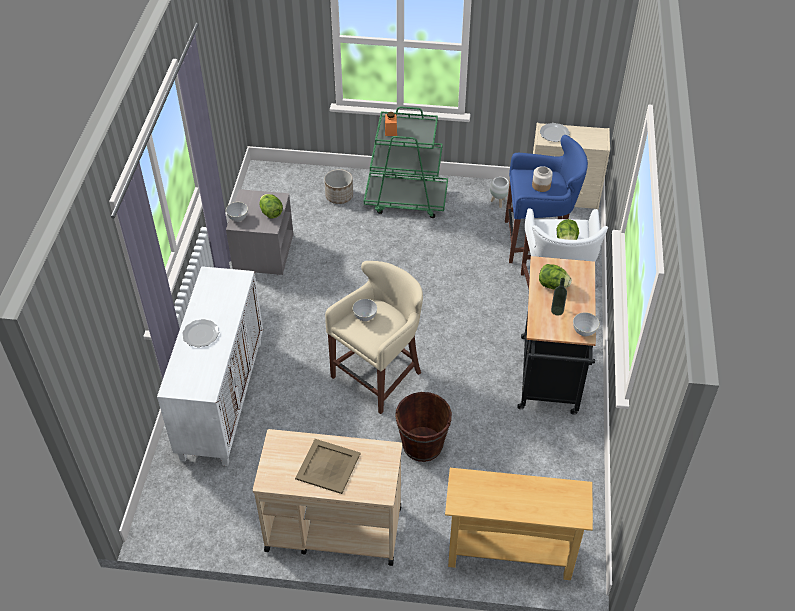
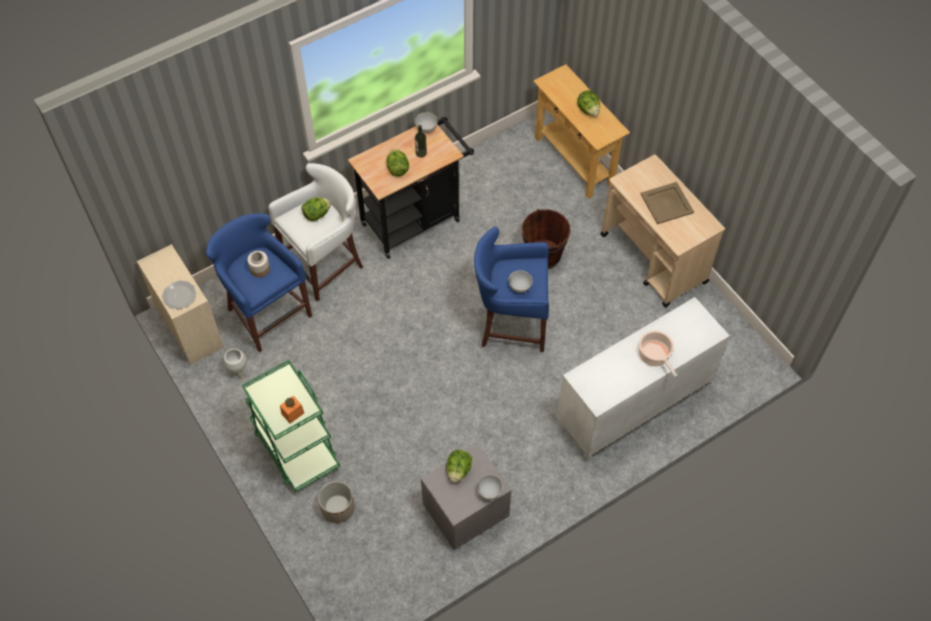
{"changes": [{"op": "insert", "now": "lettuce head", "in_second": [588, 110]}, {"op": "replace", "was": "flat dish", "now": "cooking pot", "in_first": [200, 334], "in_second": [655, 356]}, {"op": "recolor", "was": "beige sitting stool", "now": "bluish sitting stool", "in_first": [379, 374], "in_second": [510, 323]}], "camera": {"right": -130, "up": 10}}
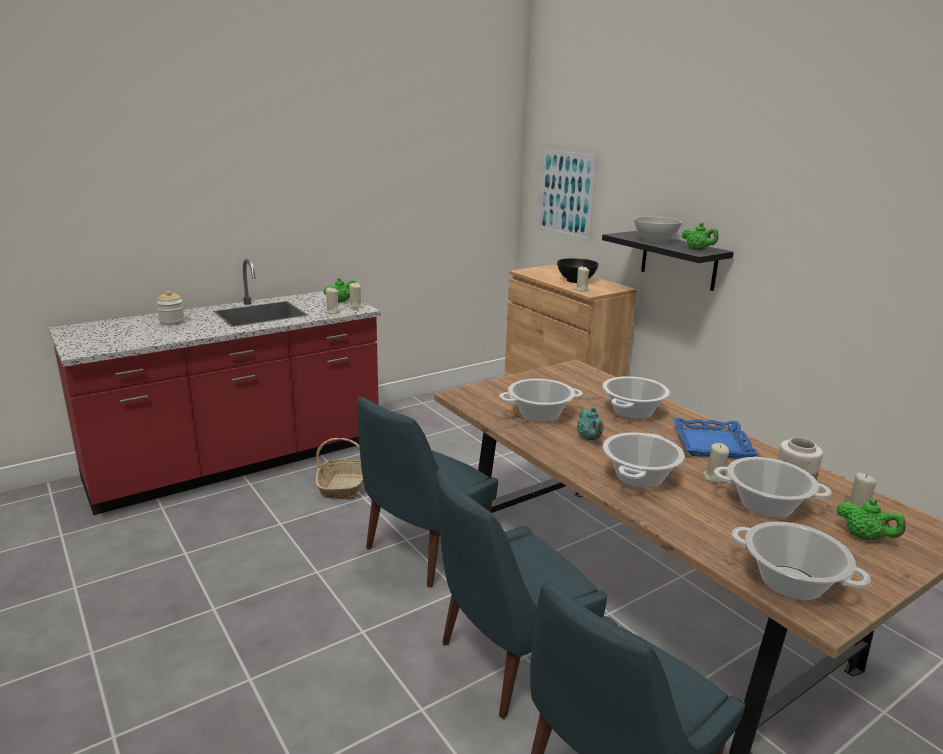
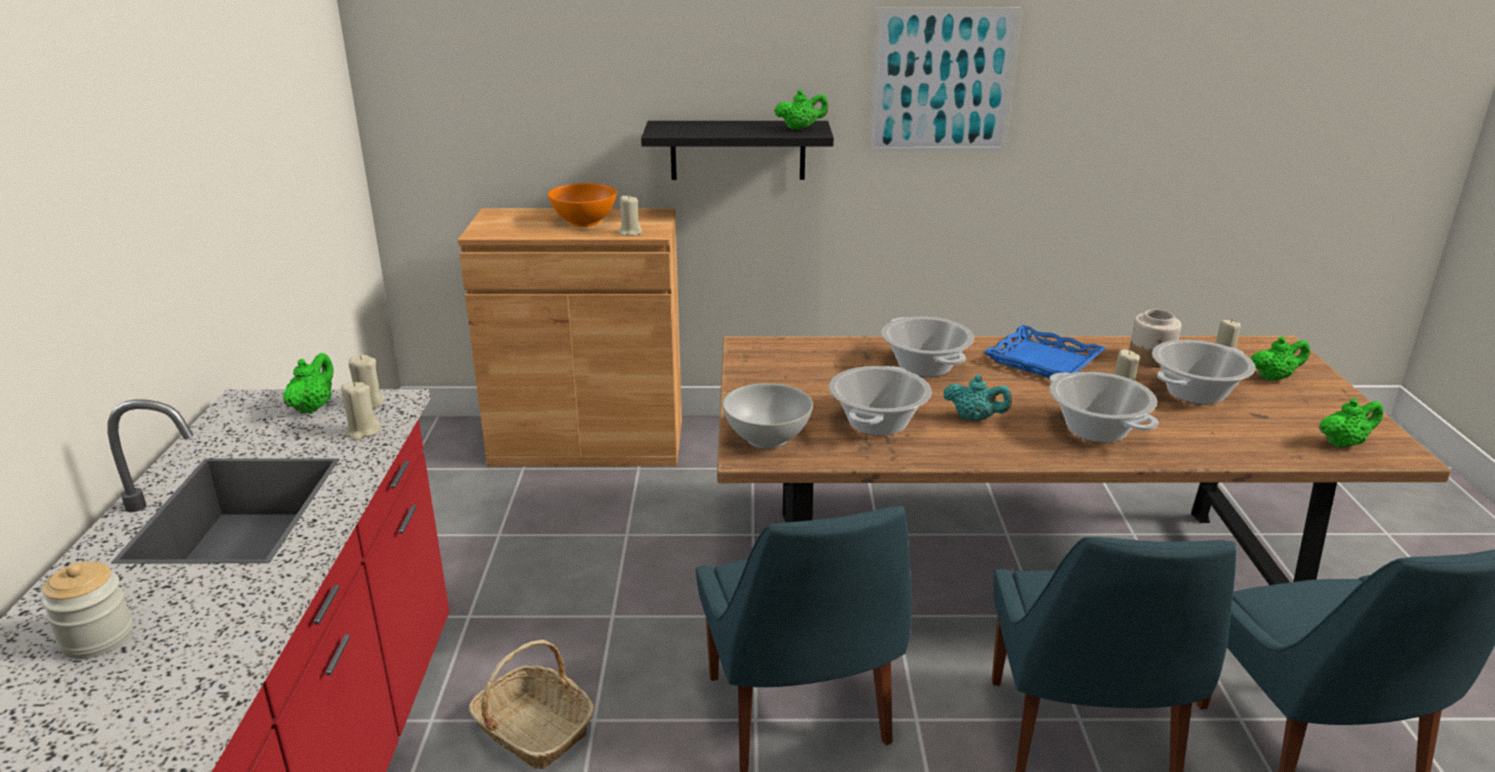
{"changes": [{"op": "move", "was": "wall art", "in_first": [565, 194], "in_second": [942, 81]}, {"op": "move", "was": "whitish serving bowl", "in_first": [655, 240], "in_second": [766, 439]}, {"op": "replace", "was": "cooking pot", "now": "green-coloured pot for tea", "in_first": [791, 582], "in_second": [1343, 443]}, {"op": "recolor", "was": "blackish serving bowl", "now": "orange-coloured serving bowl", "in_first": [576, 280], "in_second": [585, 222]}], "camera": {"right": -55, "up": 5}}
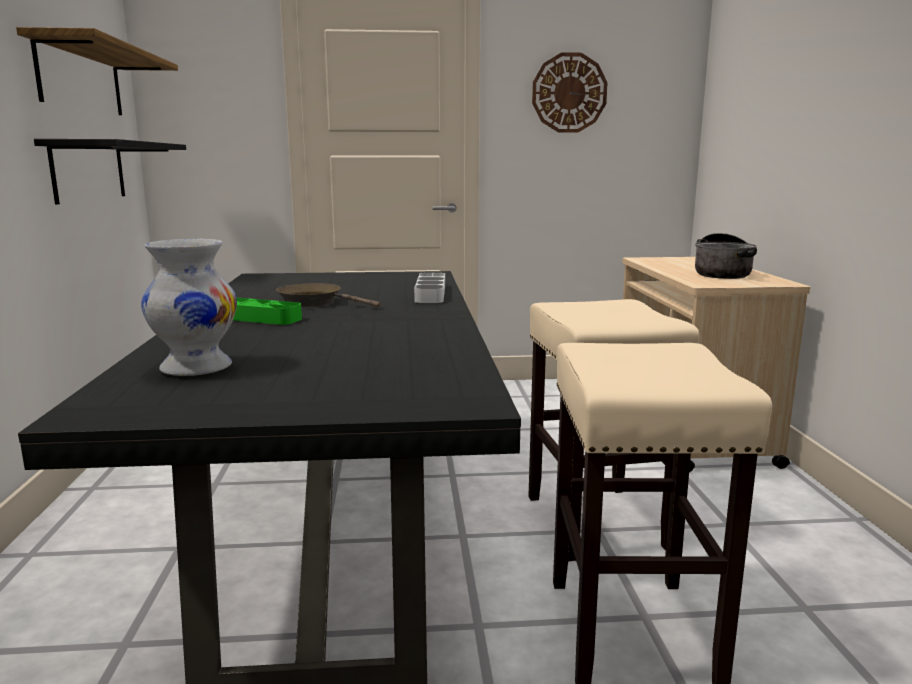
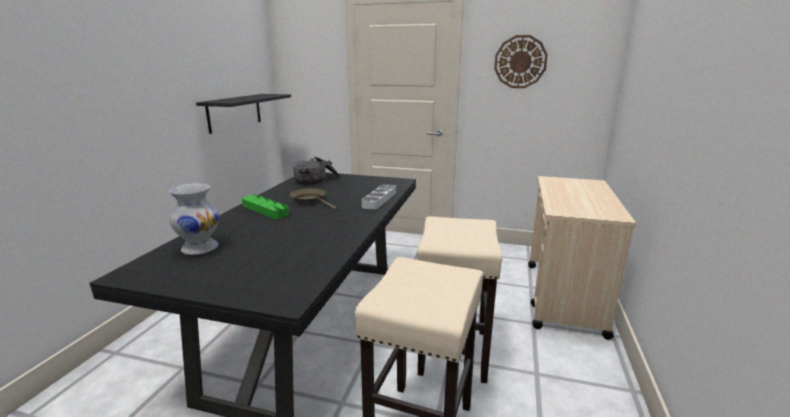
{"changes": [{"op": "delete", "was": "shelf", "in_first": [81, 79]}, {"op": "move", "was": "cooking pot", "in_first": [723, 273], "in_second": [316, 179]}], "camera": {"right": 20, "up": 5}}
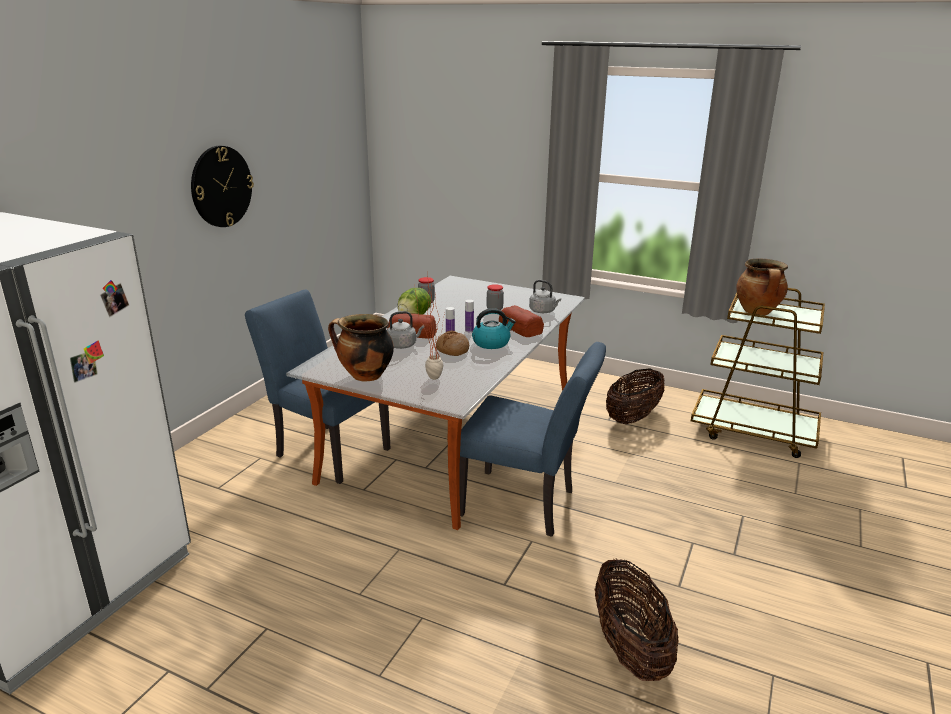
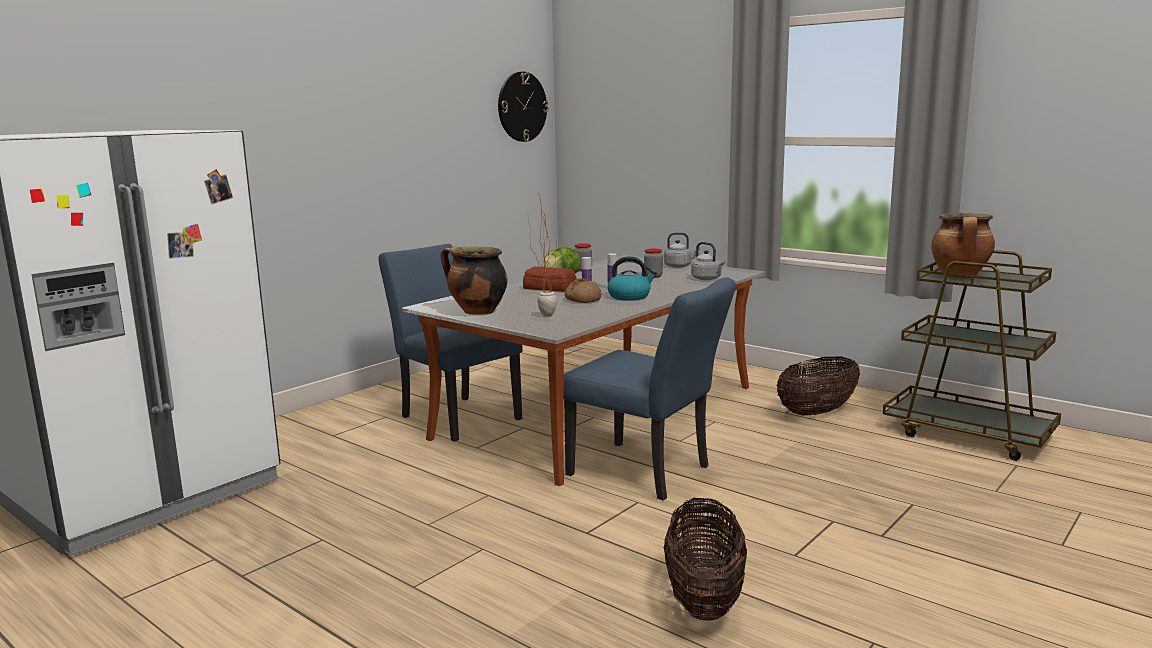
{"changes": [{"op": "delete", "was": "bakery bread", "in_first": [520, 328]}, {"op": "move", "was": "wall clock", "in_first": [221, 186], "in_second": [522, 107]}, {"op": "move", "was": "gray tea kettle", "in_first": [403, 345], "in_second": [679, 266]}], "camera": {"right": 15, "up": -10}}
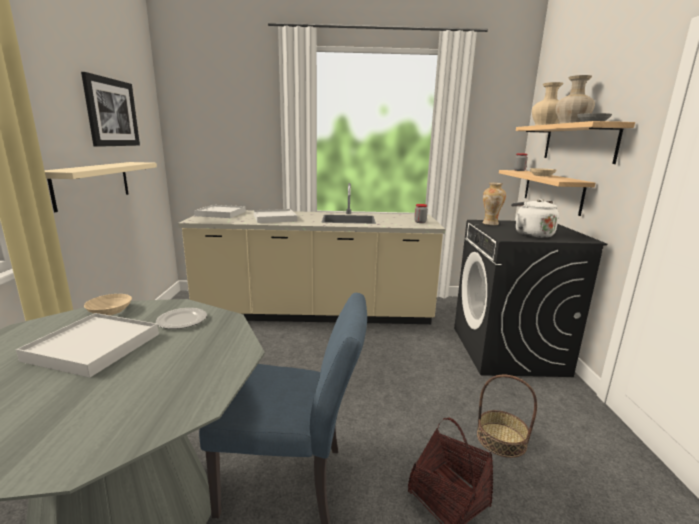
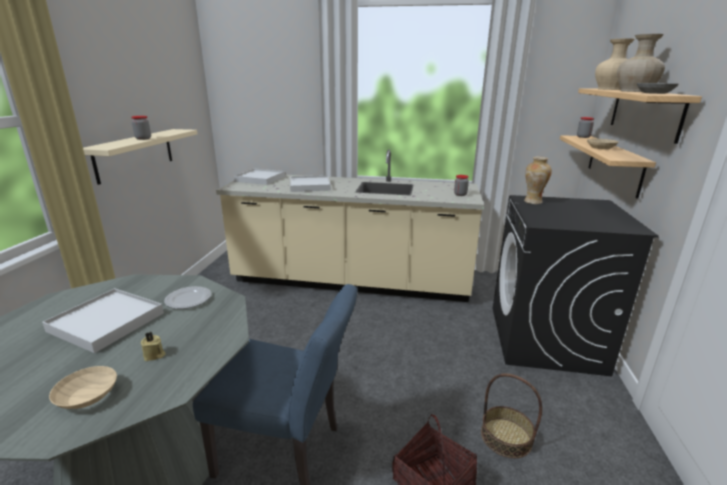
{"changes": [{"op": "delete", "was": "wall art", "in_first": [111, 112]}, {"op": "delete", "was": "whitish tea kettle", "in_first": [531, 234]}, {"op": "insert", "now": "jar", "in_second": [143, 138]}, {"op": "insert", "now": "beige candle", "in_second": [154, 355]}, {"op": "move", "was": "beige serving bowl", "in_first": [108, 311], "in_second": [86, 396]}], "camera": {"right": 10, "up": 5}}
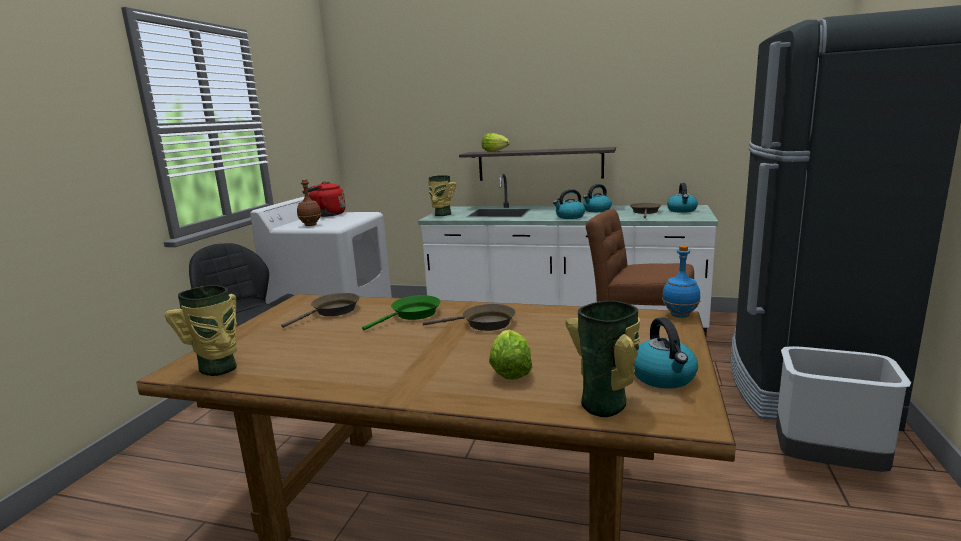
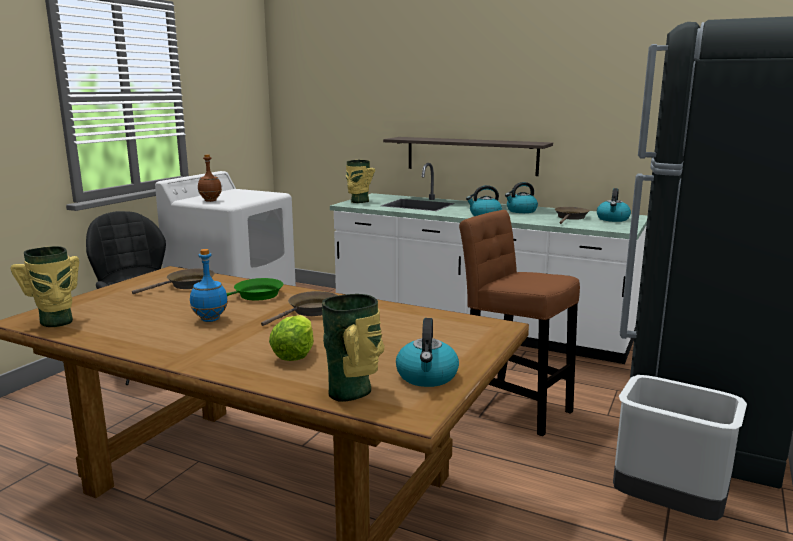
{"changes": [{"op": "delete", "was": "reddish tea kettle", "in_first": [326, 215]}, {"op": "delete", "was": "lettuce head", "in_first": [495, 151]}, {"op": "move", "was": "bluish drink bottle", "in_first": [679, 315], "in_second": [210, 319]}, {"op": "rotate", "was": "brown skillet", "in_first": [484, 324], "in_second": [311, 311], "clockwise": -60}], "camera": {"right": 10, "up": 0}}
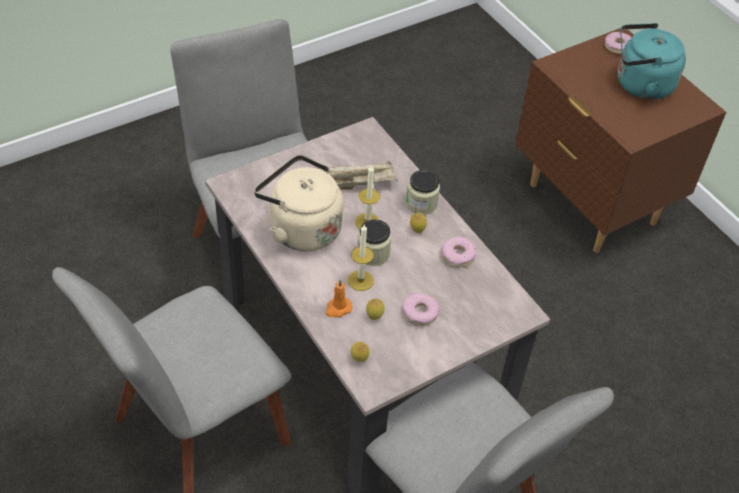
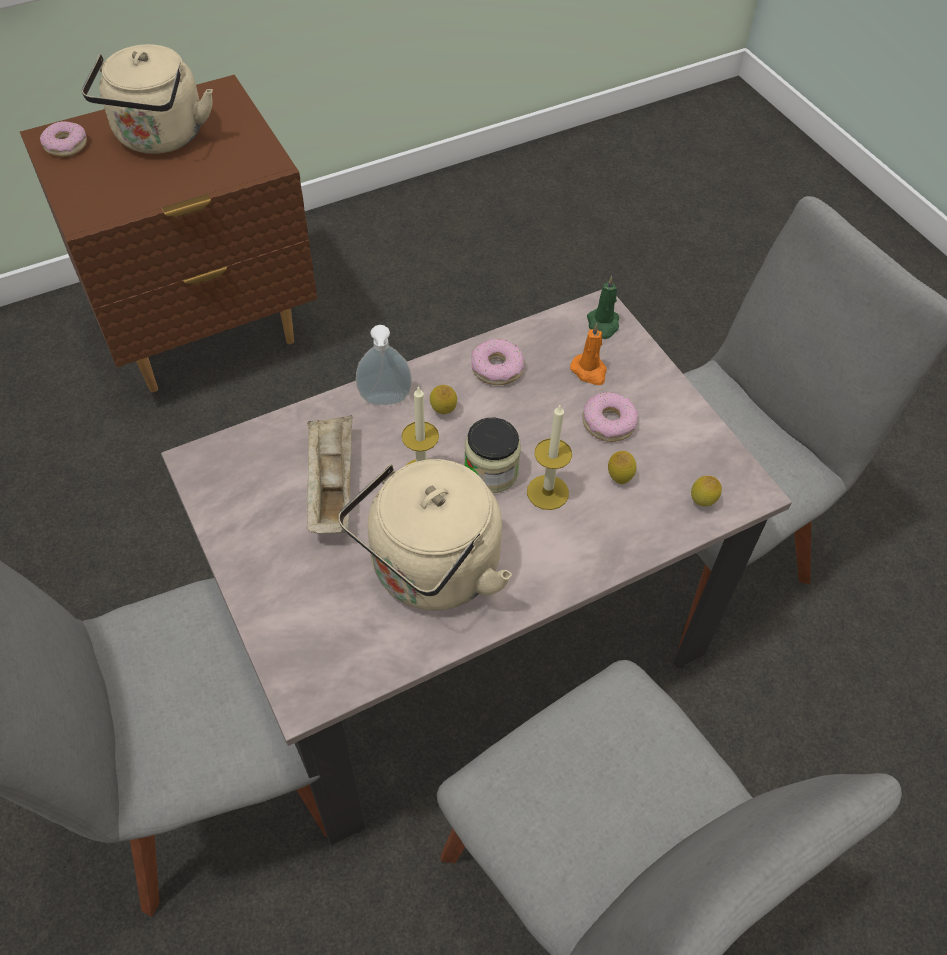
{"changes": [{"op": "insert", "now": "green-coloured candle", "in_second": [603, 325]}, {"op": "move", "was": "orange-coloured candle", "in_first": [338, 308], "in_second": [589, 371]}, {"op": "replace", "was": "jar", "now": "soap dispenser", "in_first": [421, 203], "in_second": [385, 401]}, {"op": "recolor", "was": "turquoise tea kettle", "now": "beige tea kettle", "in_first": [640, 85], "in_second": [159, 138]}], "camera": {"right": -85, "up": 5}}
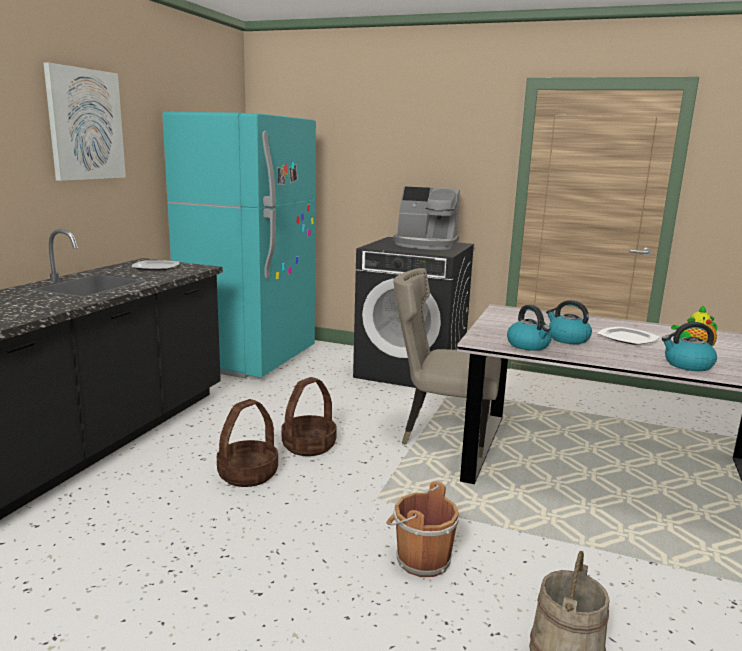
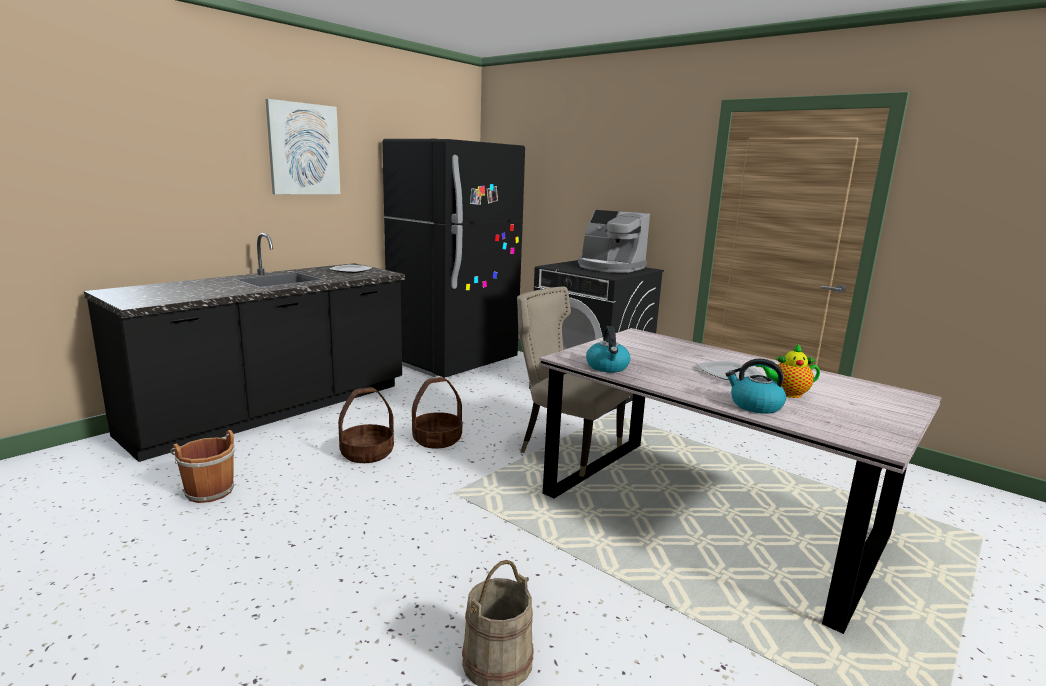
{"changes": [{"op": "delete", "was": "tea kettle", "in_first": [567, 339]}, {"op": "move", "was": "brown water bucket", "in_first": [420, 560], "in_second": [208, 491]}, {"op": "recolor", "was": "turquoise fridge", "now": "blackish fridge", "in_first": [250, 358], "in_second": [454, 361]}], "camera": {"right": 20, "up": 0}}
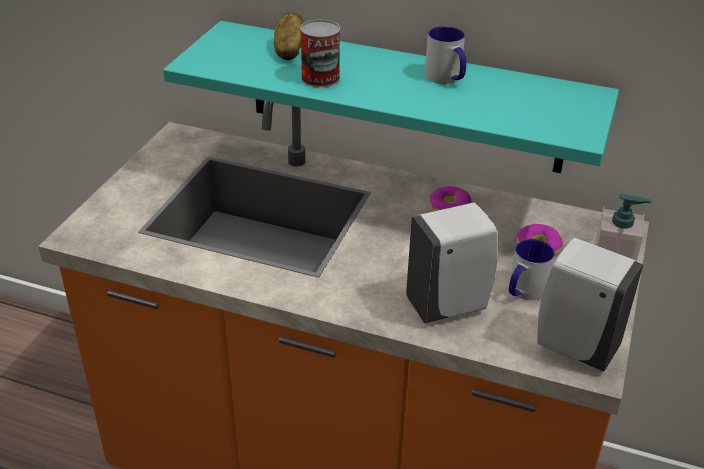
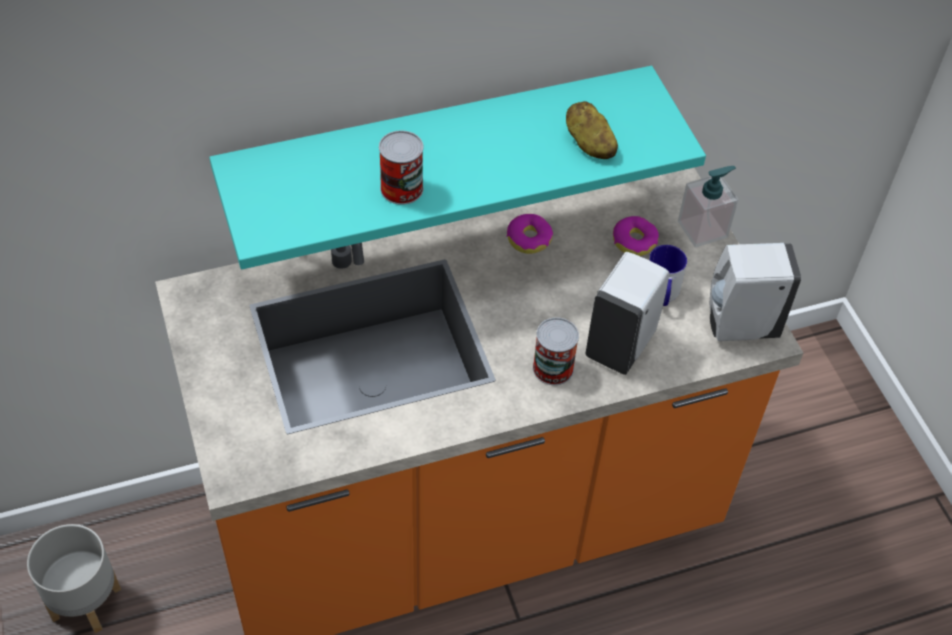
{"changes": [{"op": "delete", "was": "mug", "in_first": [447, 78]}, {"op": "insert", "now": "gray flower pot", "in_second": [86, 601]}, {"op": "insert", "now": "sealed can", "in_second": [553, 368]}, {"op": "move", "was": "spud", "in_first": [288, 51], "in_second": [589, 144]}], "camera": {"right": -40, "up": 15}}
